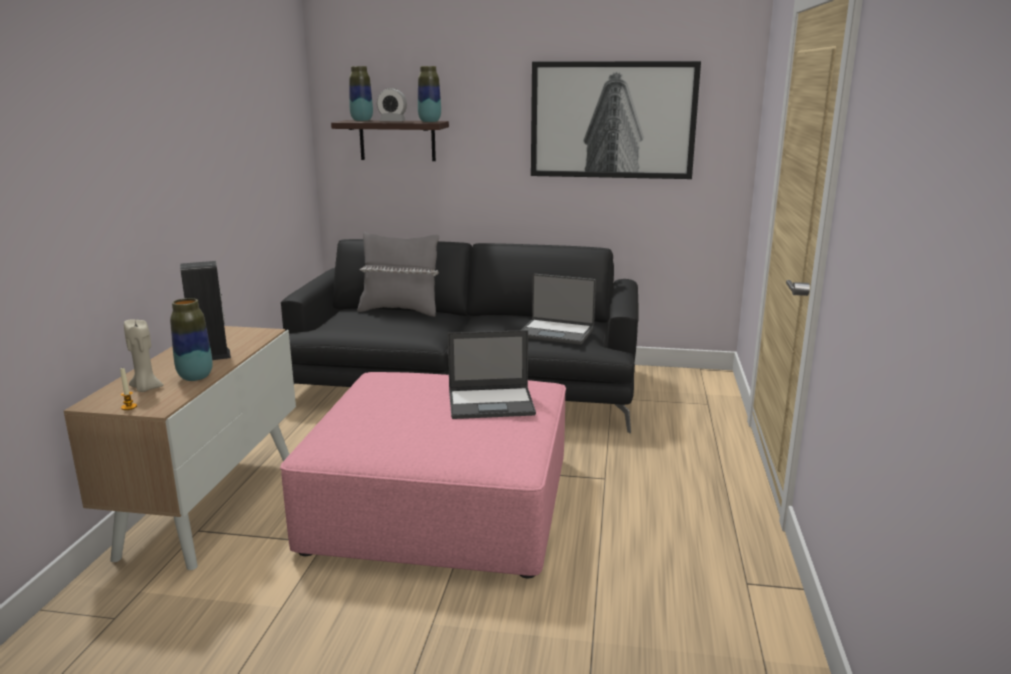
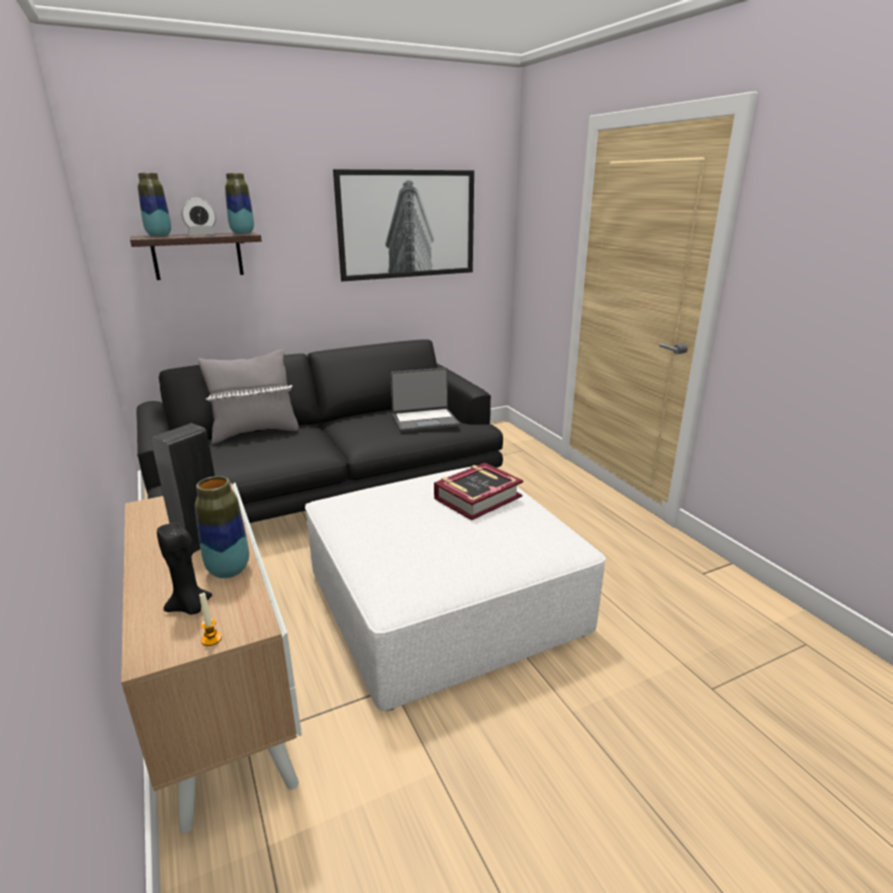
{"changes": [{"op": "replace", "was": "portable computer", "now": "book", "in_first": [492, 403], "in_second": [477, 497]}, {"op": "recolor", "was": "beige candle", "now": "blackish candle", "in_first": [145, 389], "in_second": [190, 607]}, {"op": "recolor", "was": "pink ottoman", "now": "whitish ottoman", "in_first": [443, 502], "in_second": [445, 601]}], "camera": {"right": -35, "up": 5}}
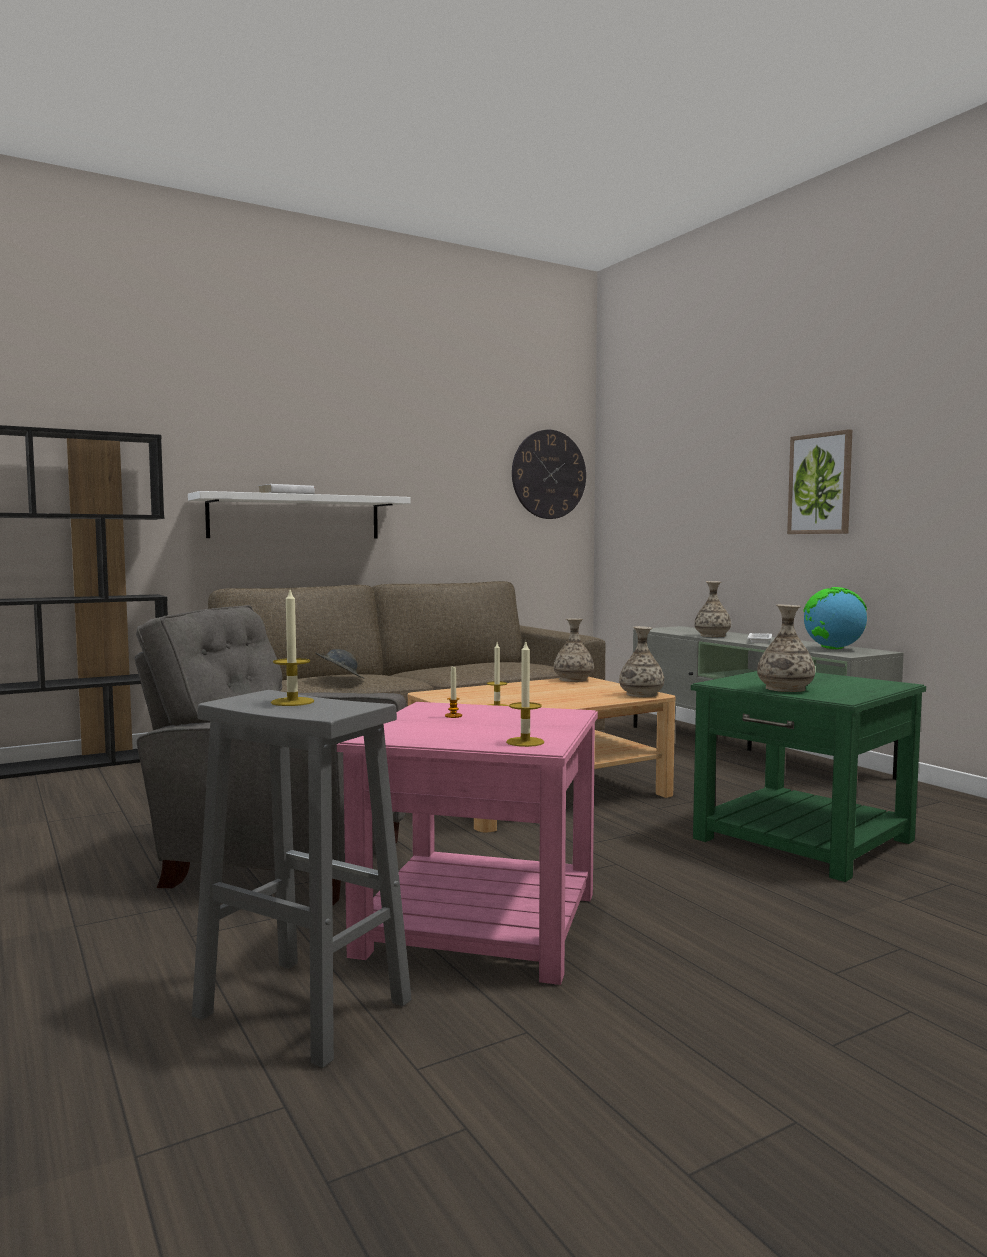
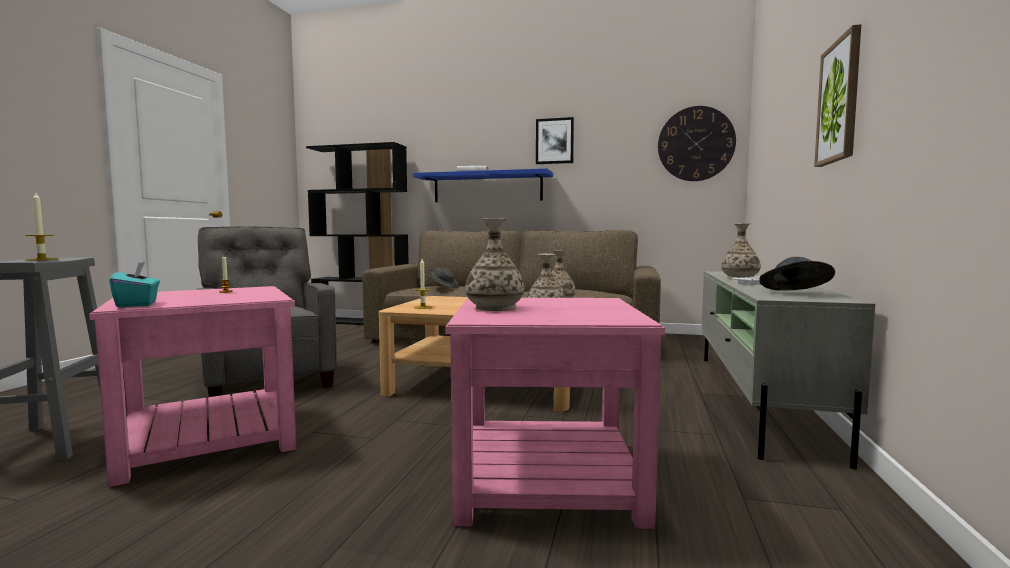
{"changes": [{"op": "insert", "now": "wall art", "in_second": [554, 141]}, {"op": "replace", "was": "candle", "now": "turquoise tissue box", "in_first": [525, 742], "in_second": [138, 304]}, {"op": "replace", "was": "globe", "now": "gray wearable hat", "in_first": [832, 649], "in_second": [794, 293]}, {"op": "recolor", "was": "whitish shelf", "now": "bluish shelf", "in_first": [295, 517], "in_second": [487, 187]}, {"op": "recolor", "was": "green-coloured end table", "now": "pink end table", "in_first": [802, 839], "in_second": [546, 478]}], "camera": {"right": 45, "up": 0}}
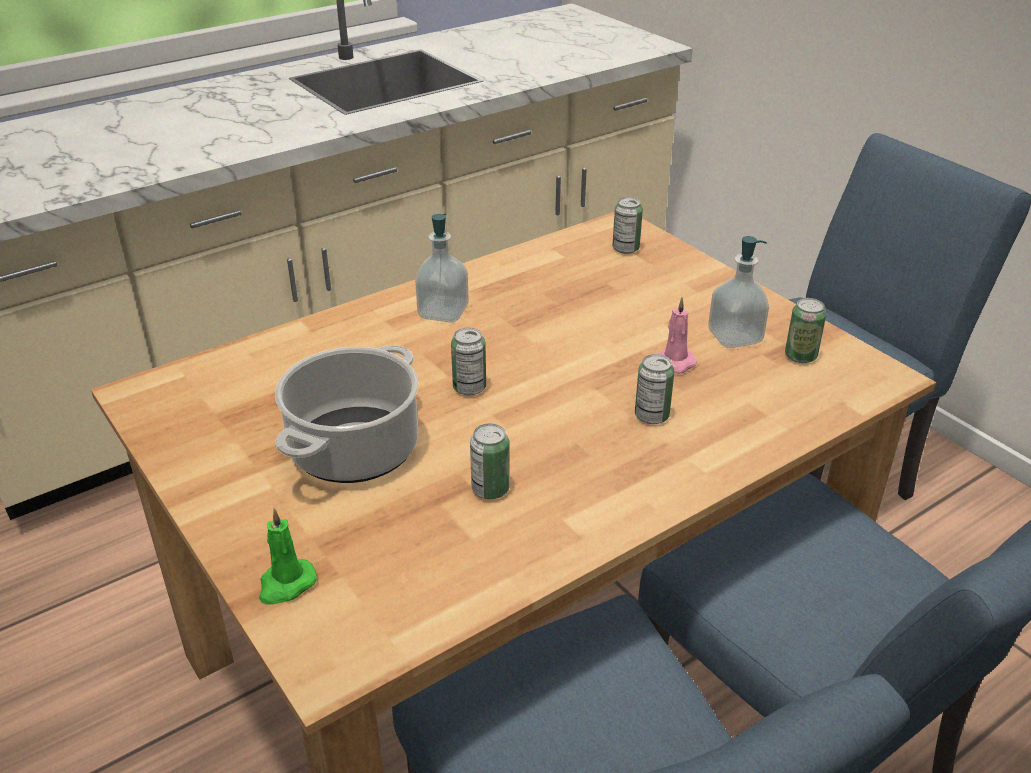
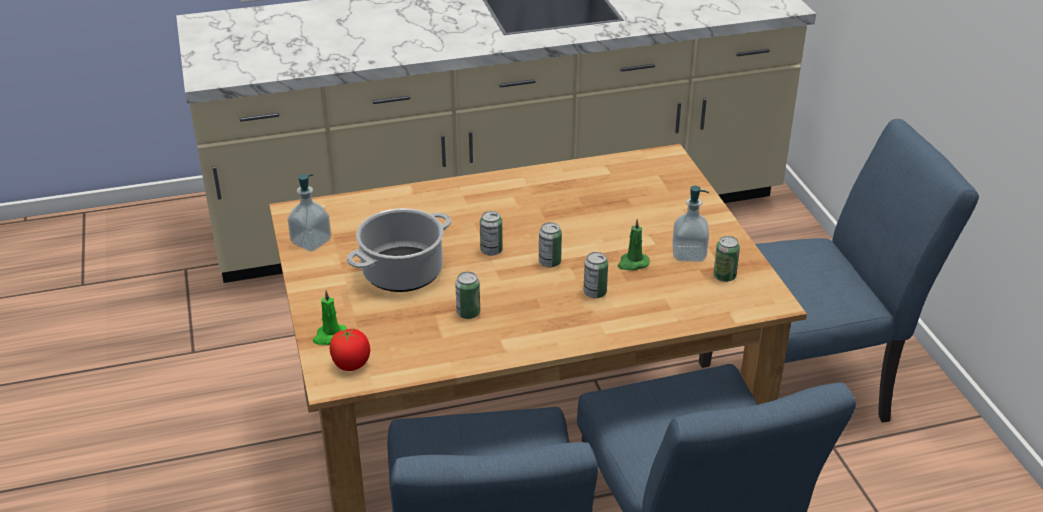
{"changes": [{"op": "insert", "now": "tomato", "in_second": [351, 364]}, {"op": "move", "was": "soap dispenser", "in_first": [443, 312], "in_second": [311, 242]}, {"op": "move", "was": "sealed can", "in_first": [625, 249], "in_second": [549, 262]}, {"op": "recolor", "was": "pink candle", "now": "green-coloured candle", "in_first": [673, 364], "in_second": [632, 263]}], "camera": {"right": 20, "up": 0}}
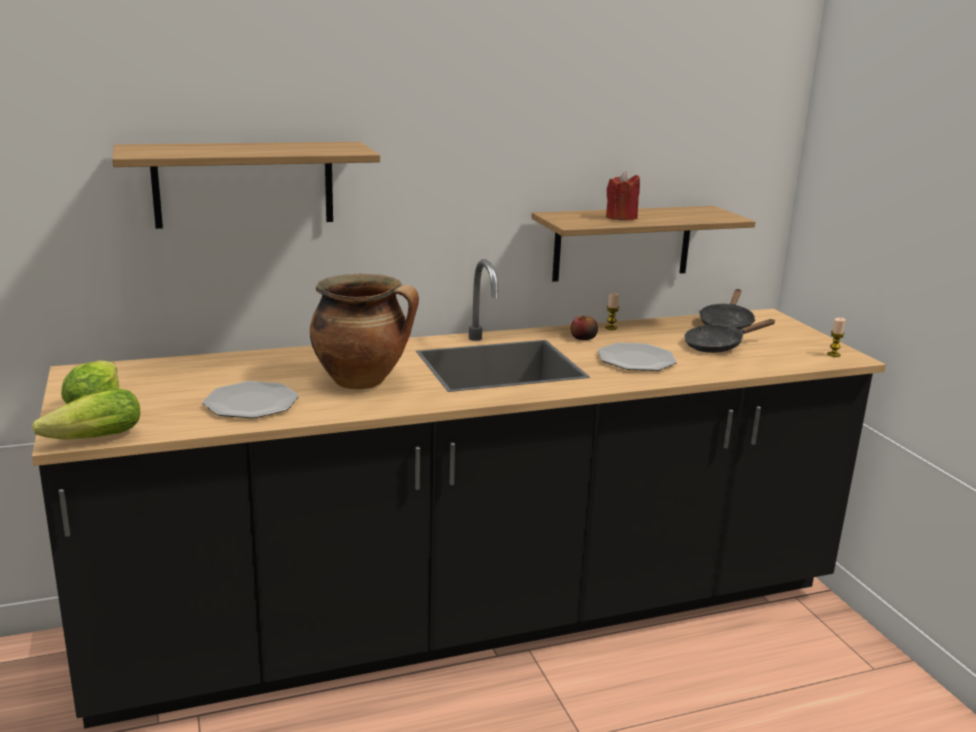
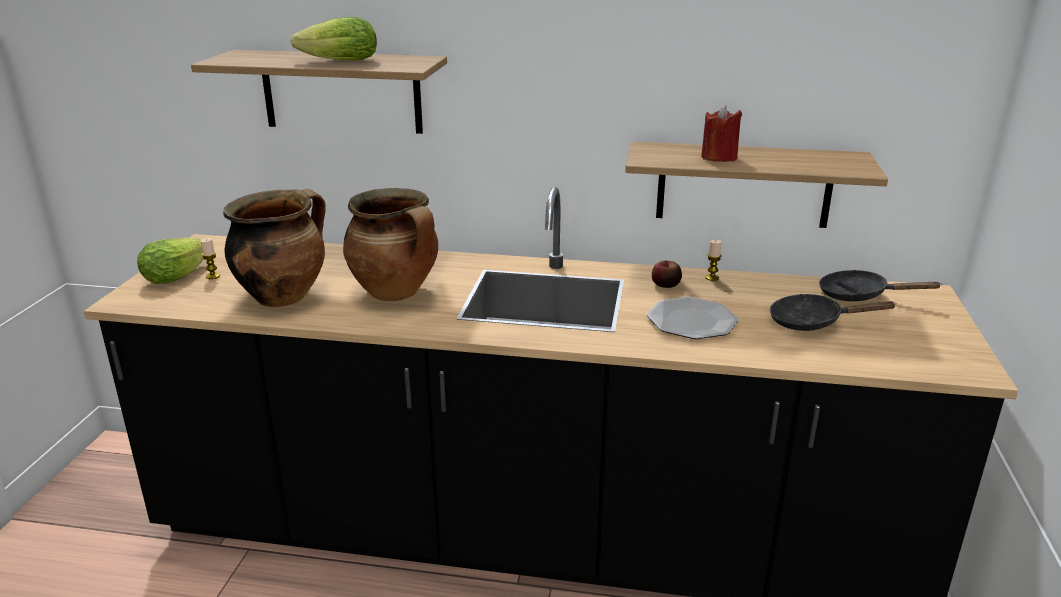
{"changes": [{"op": "move", "was": "lettuce head", "in_first": [89, 440], "in_second": [335, 61]}, {"op": "move", "was": "candle", "in_first": [833, 354], "in_second": [213, 276]}, {"op": "replace", "was": "flat dish", "now": "cooking pot", "in_first": [251, 403], "in_second": [284, 296]}, {"op": "rotate", "was": "blackish skillet", "in_first": [726, 324], "in_second": [859, 295], "clockwise": 60}], "camera": {"right": 30, "up": 5}}
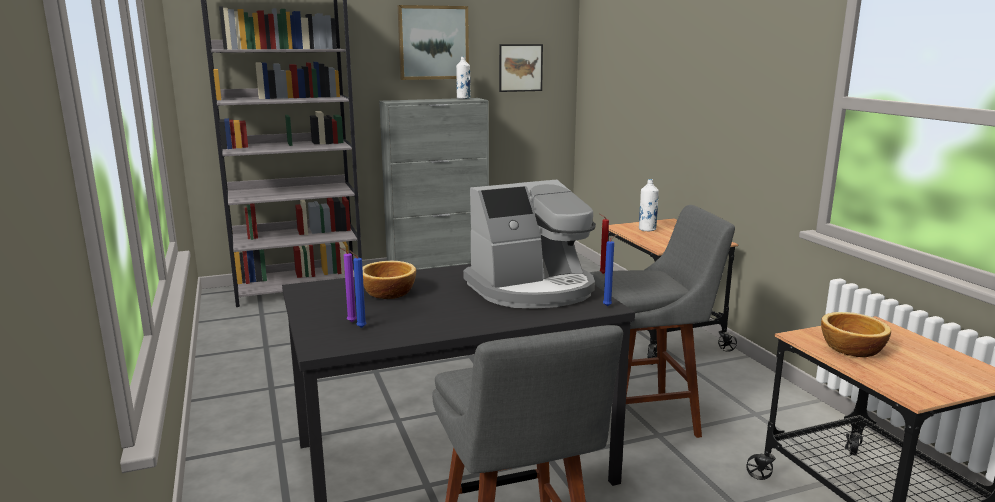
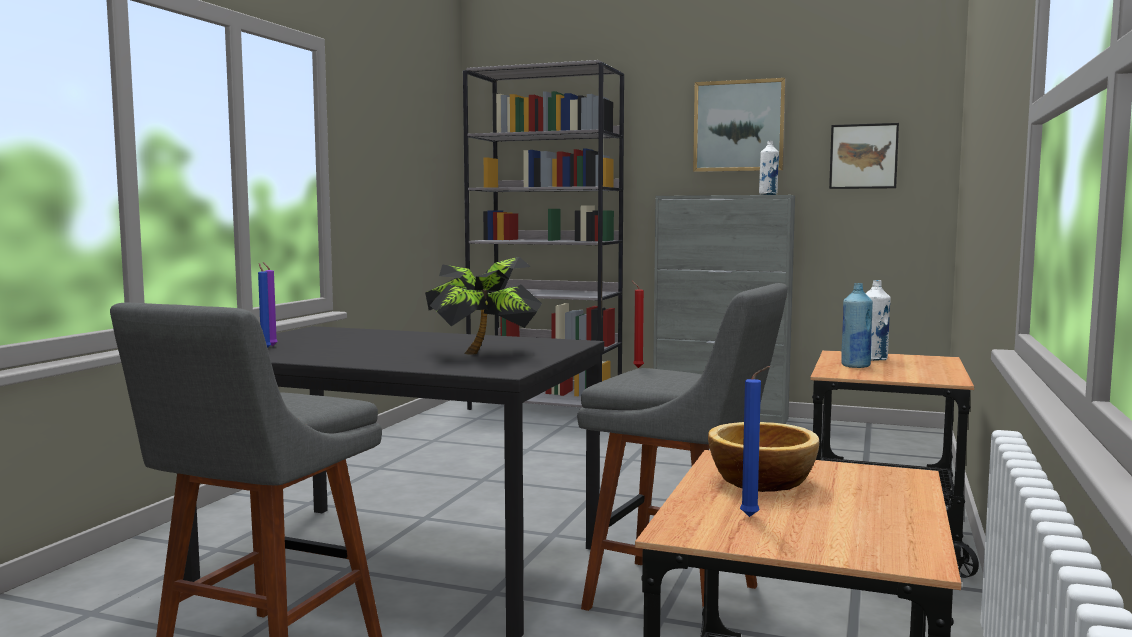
{"changes": [{"op": "delete", "was": "serving bowl", "in_first": [387, 292]}, {"op": "insert", "now": "bluish drink bottle", "in_second": [855, 366]}, {"op": "move", "was": "bluish candle", "in_first": [608, 306], "in_second": [752, 517]}, {"op": "replace", "was": "coffee machine", "now": "plant in a pot", "in_first": [532, 289], "in_second": [485, 353]}], "camera": {"right": 40, "up": -10}}
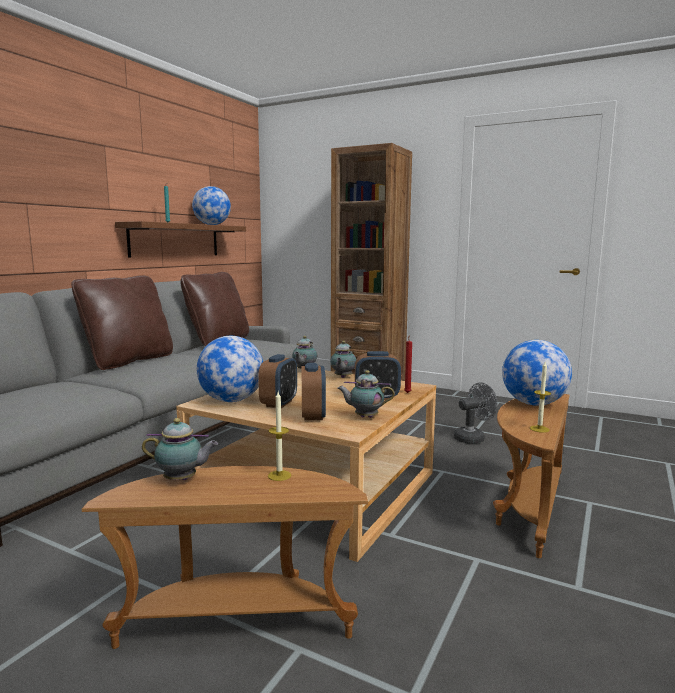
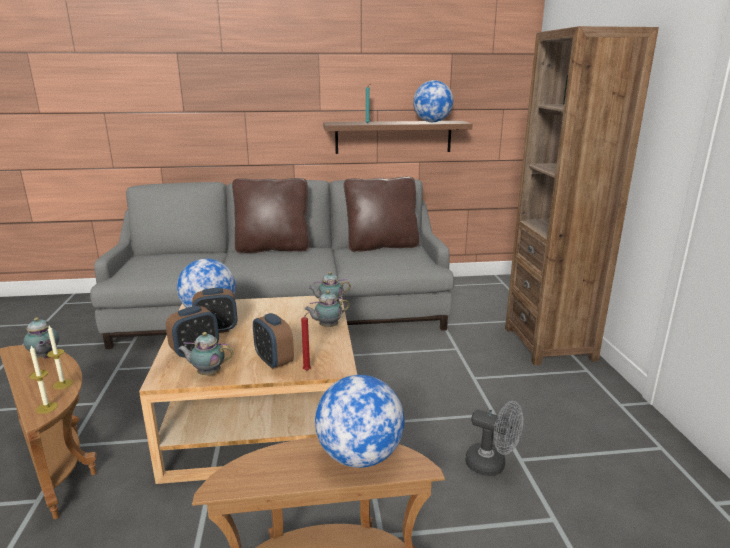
{"changes": [{"op": "move", "was": "candle", "in_first": [539, 429], "in_second": [47, 407]}, {"op": "rotate", "was": "pot for tea", "in_first": [364, 417], "in_second": [207, 373], "clockwise": -60}], "camera": {"right": 55, "up": 10}}
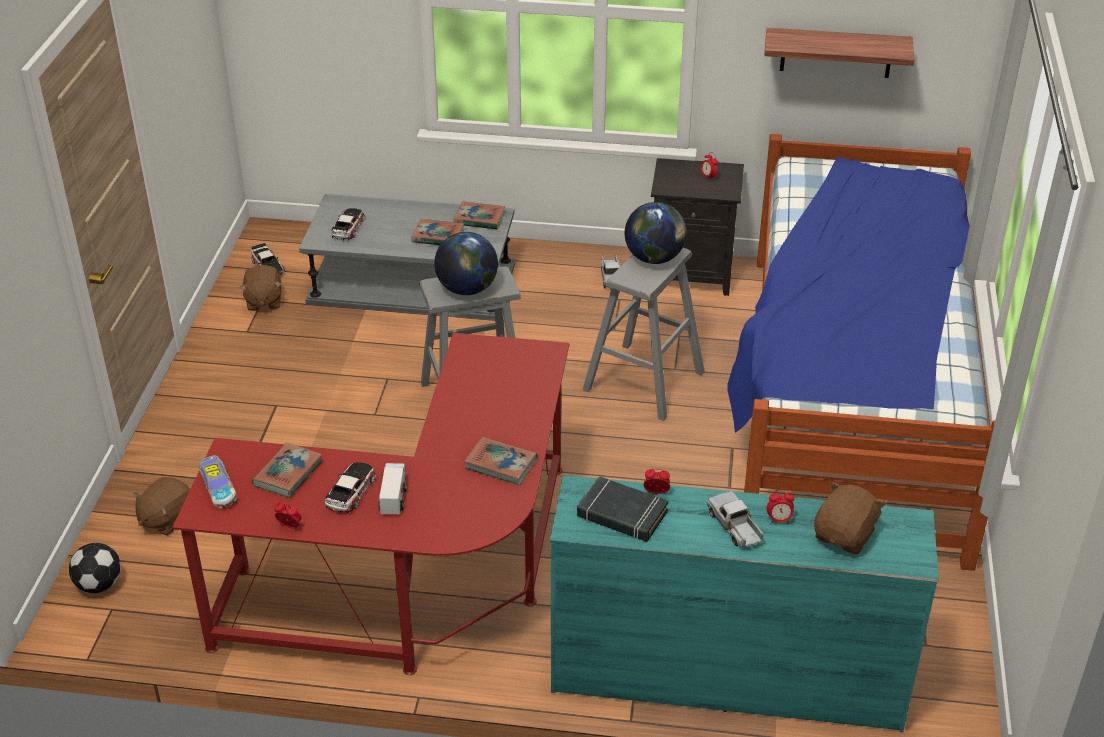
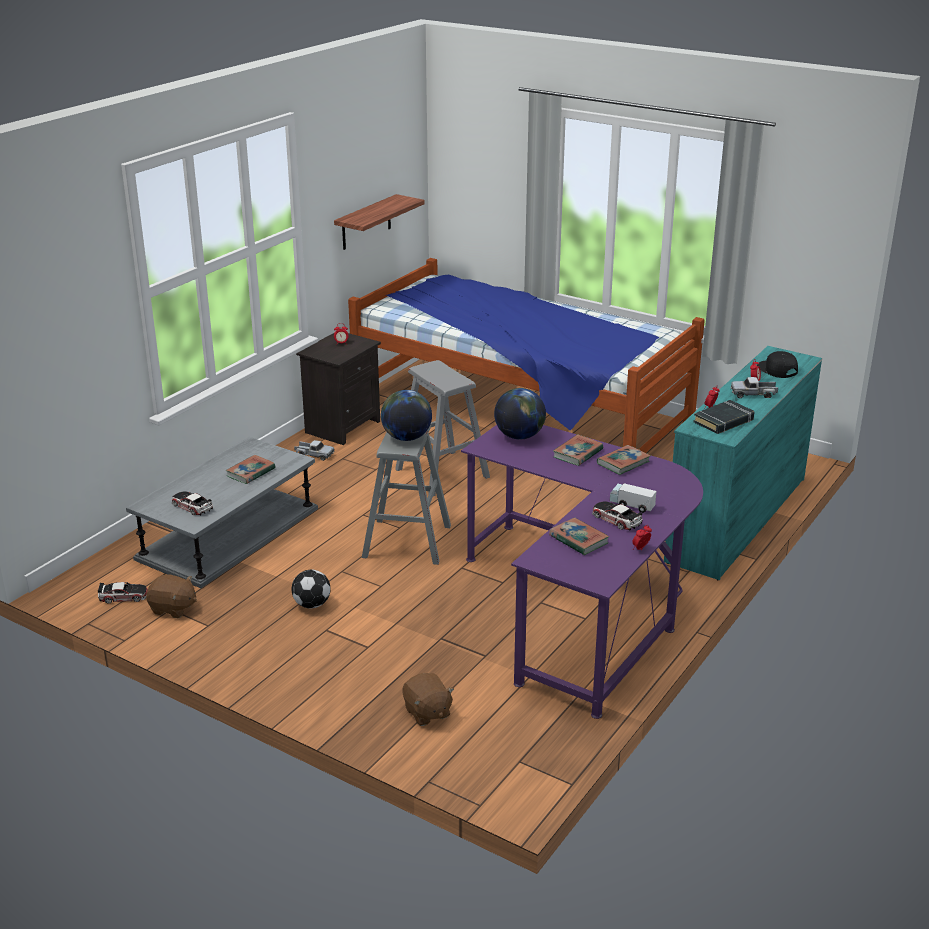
{"changes": [{"op": "delete", "was": "toy car", "in_first": [218, 488]}, {"op": "move", "was": "football ball", "in_first": [98, 584], "in_second": [311, 605]}, {"op": "move", "was": "book", "in_first": [479, 219], "in_second": [578, 453]}, {"op": "move", "was": "globe", "in_first": [654, 258], "in_second": [519, 436]}, {"op": "replace", "was": "brown soft toy", "now": "blackish baseball cap", "in_first": [845, 536], "in_second": [776, 370]}, {"op": "recolor", "was": "reddish desk unit", "now": "purple-coloured desk unit", "in_first": [421, 581], "in_second": [583, 606]}], "camera": {"right": -65, "up": -10}}
